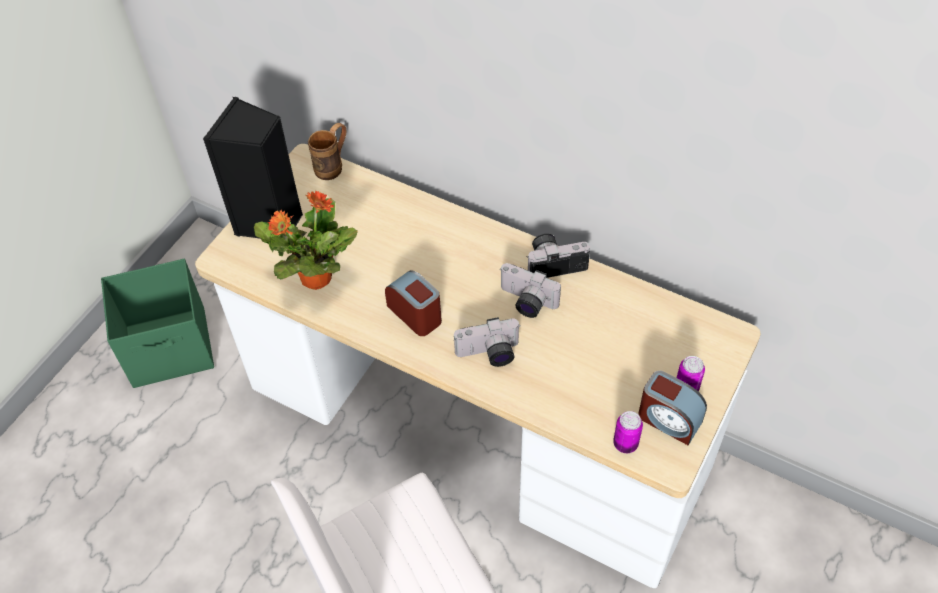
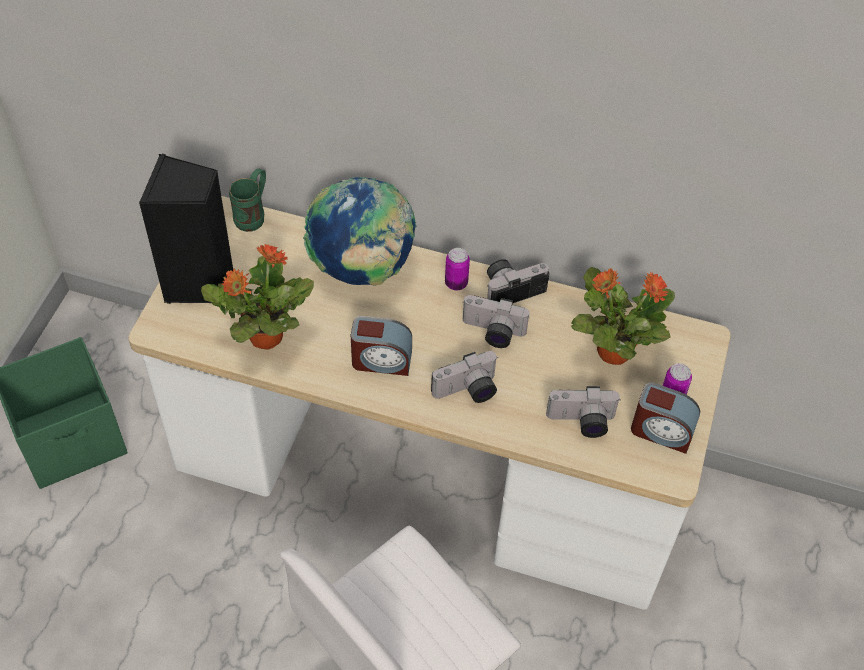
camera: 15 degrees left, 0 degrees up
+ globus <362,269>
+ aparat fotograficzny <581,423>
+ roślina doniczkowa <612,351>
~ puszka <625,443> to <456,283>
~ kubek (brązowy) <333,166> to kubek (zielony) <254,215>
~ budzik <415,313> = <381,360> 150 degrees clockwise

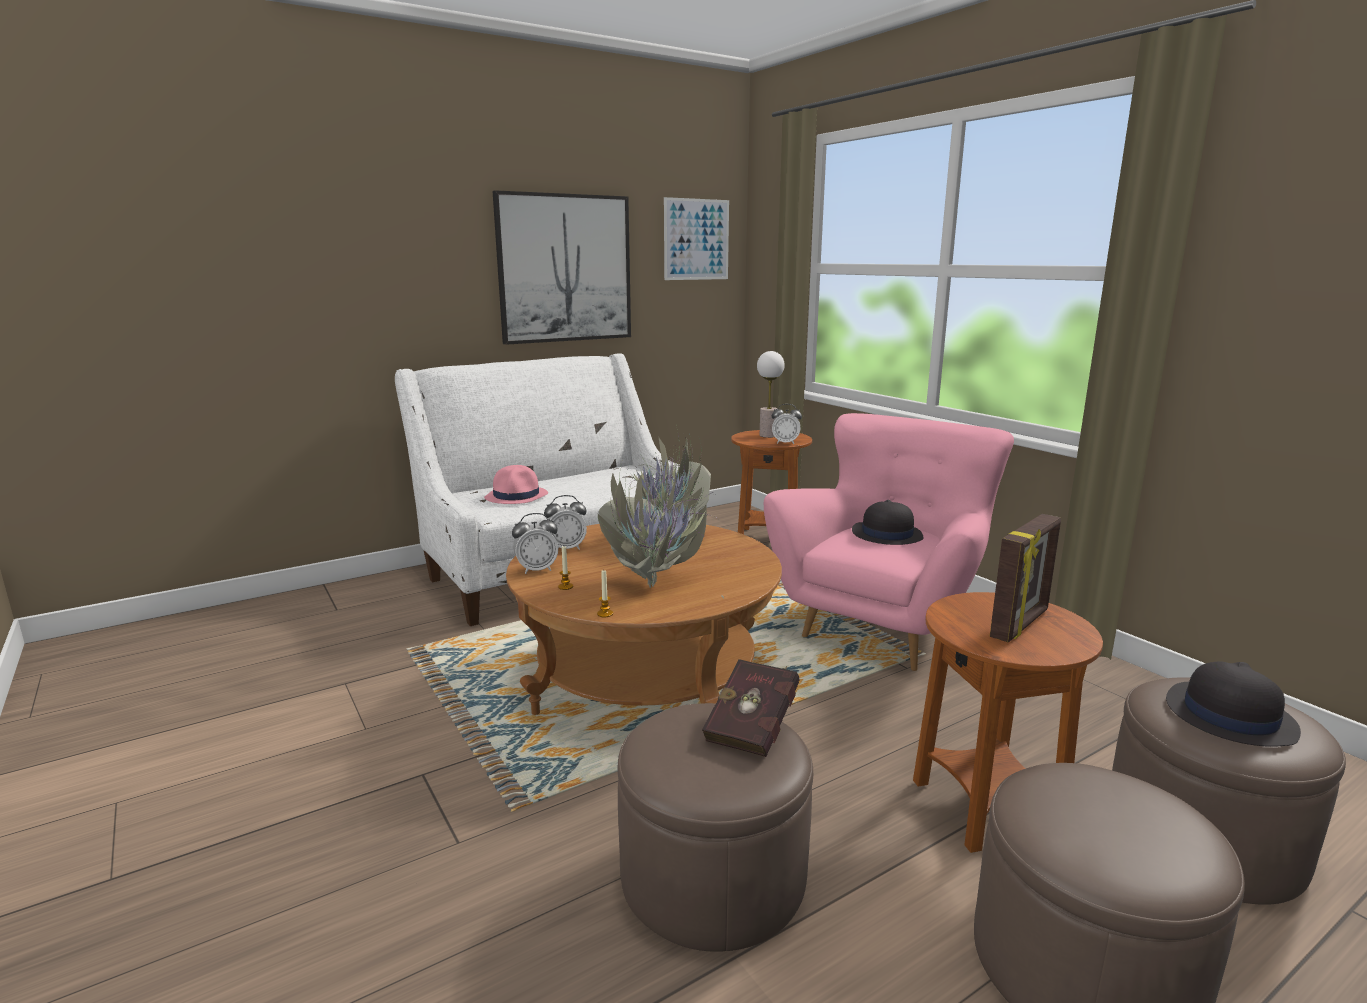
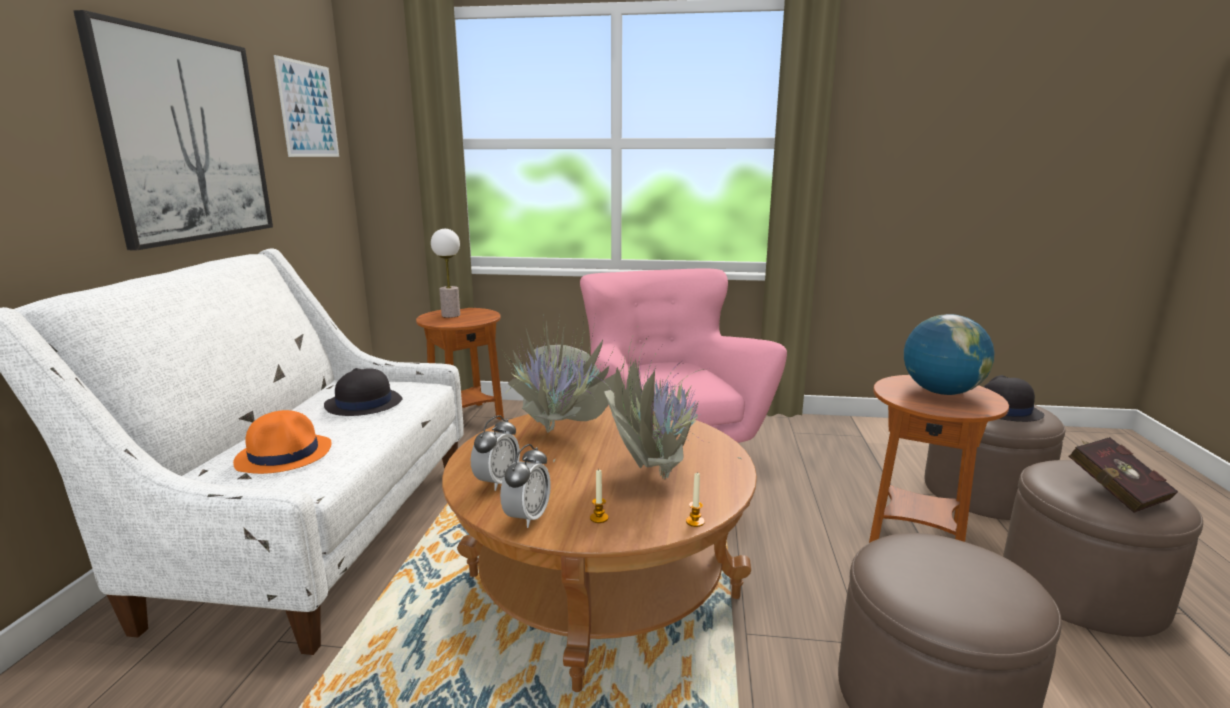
camera: 50 degrees left, 0 degrees up
- budzik <785,443>
~ książka (czerwony) <754,727> to <1113,490>
~ kapelusz (czarny) <886,534> to <363,404>
~ ramka na zdjęcie <1021,625> to globus <941,392>
~ kapelusz (różowy) <517,496> to kapelusz (pomarańczowy) <285,454>

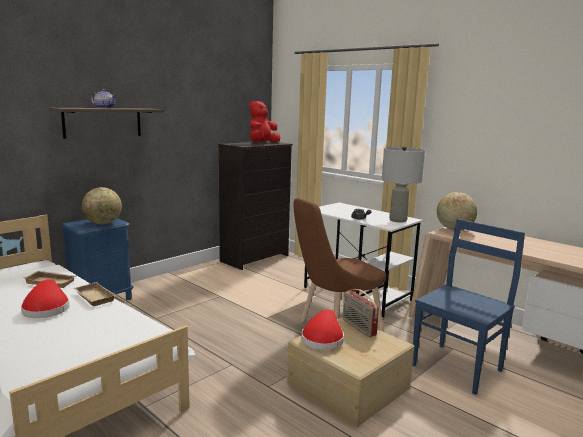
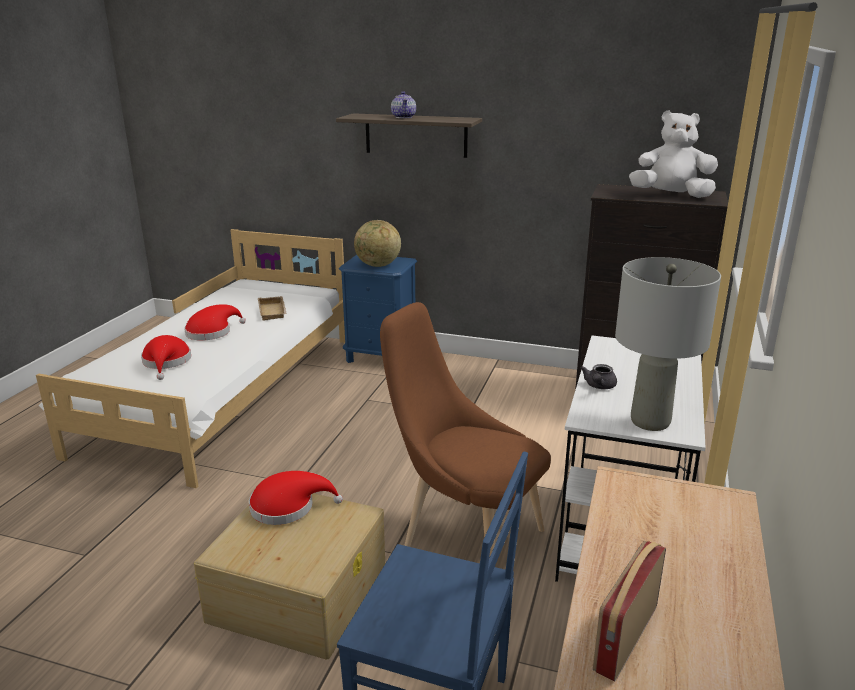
camera: 65 degrees right, 10 degrees up
- taca (beżowy) <93,297>
- globus <454,229>
+ kapelusz (czerwony) <166,362>
~ radio <358,327> to <624,638>
~ pluszak (czerwony) <262,143> to pluszak (biały) <671,195>

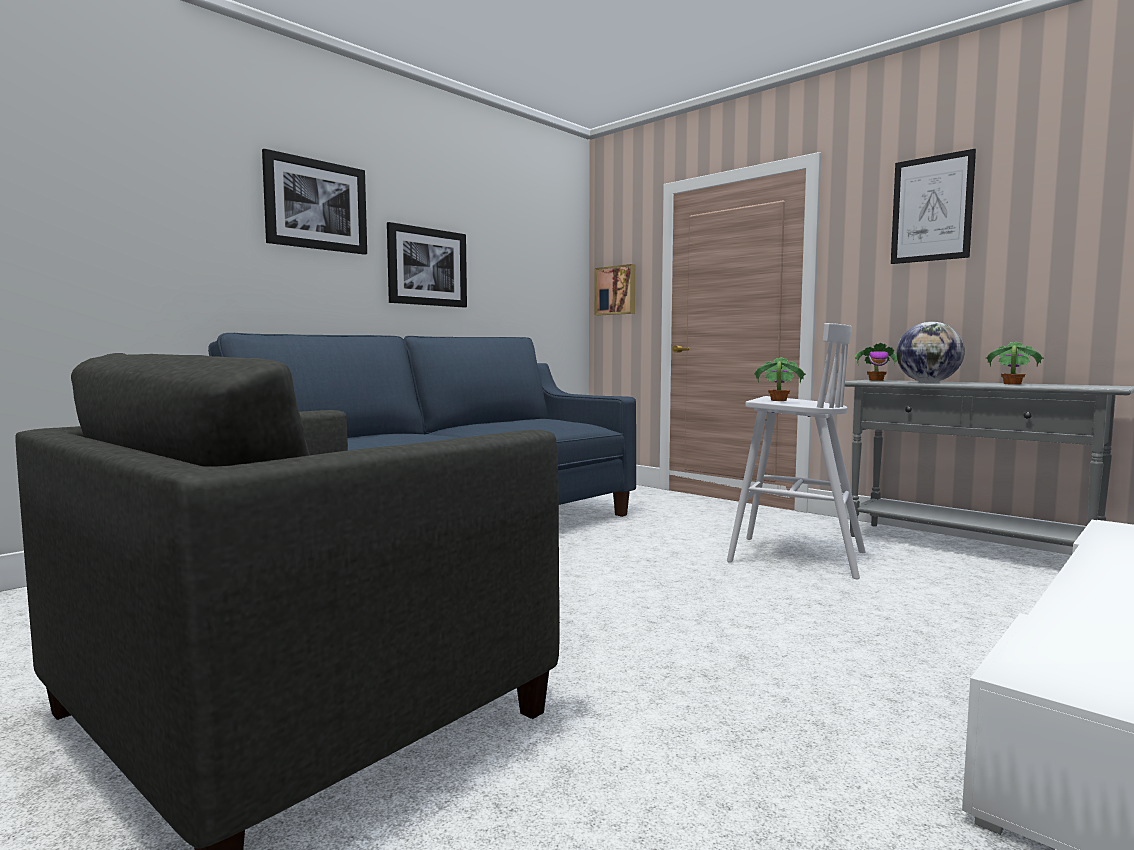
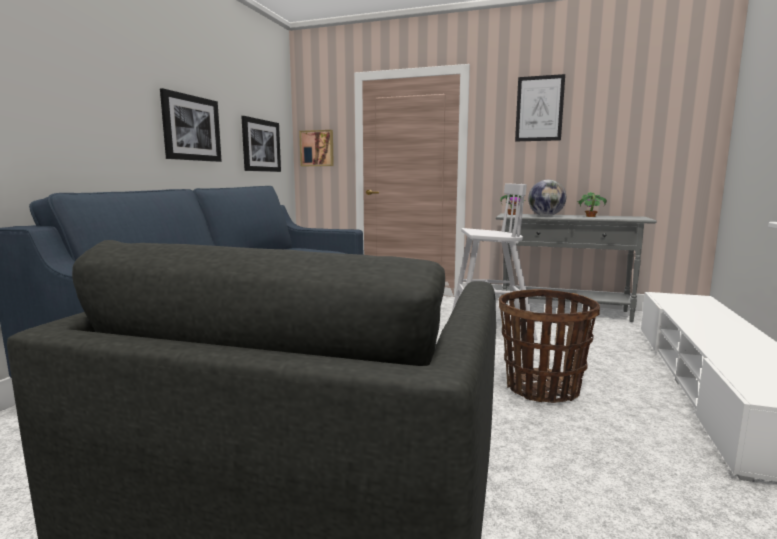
camera: 25 degrees left, 5 degrees up
- roślina doniczkowa <778,400>
+ koszyk <542,388>
~ obraz <316,205> to <261,145>

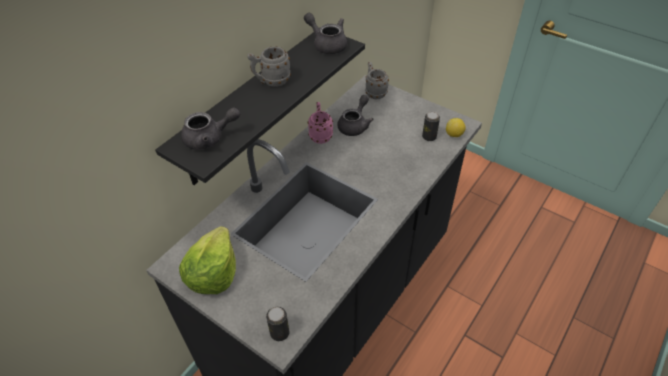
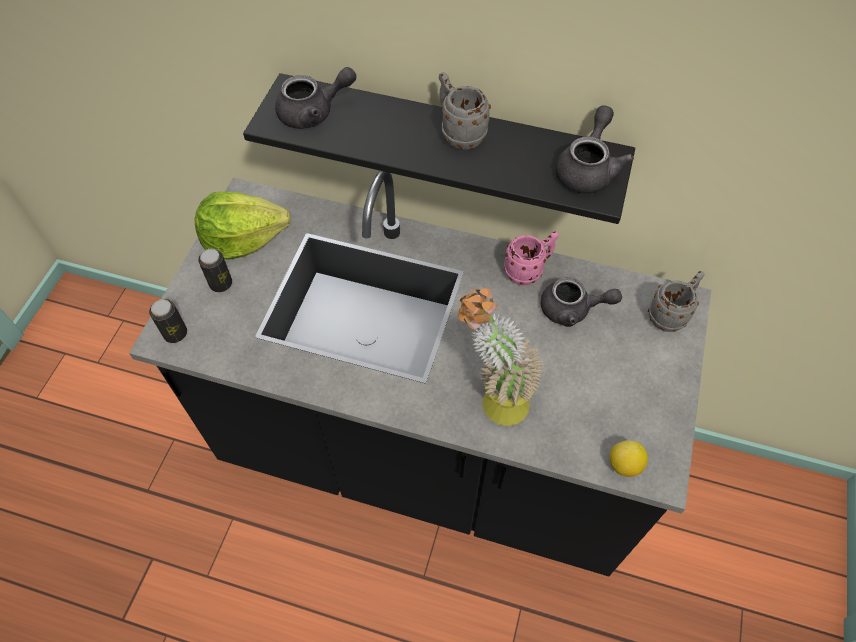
camera: 70 degrees right, 10 degrees up
+ roślina doniczkowa <493,400>
~ puszka <429,137> to <221,283>
~ imbryk (szary) <210,138> = <314,113> 75 degrees counterclockwise

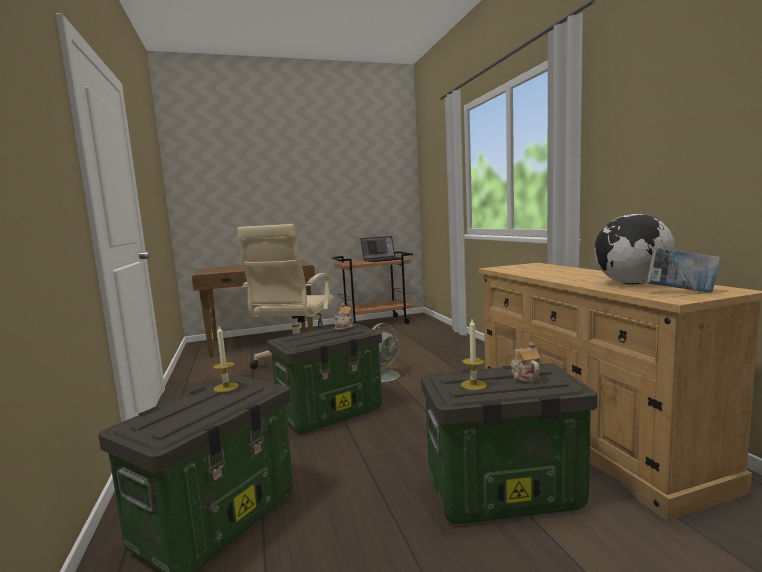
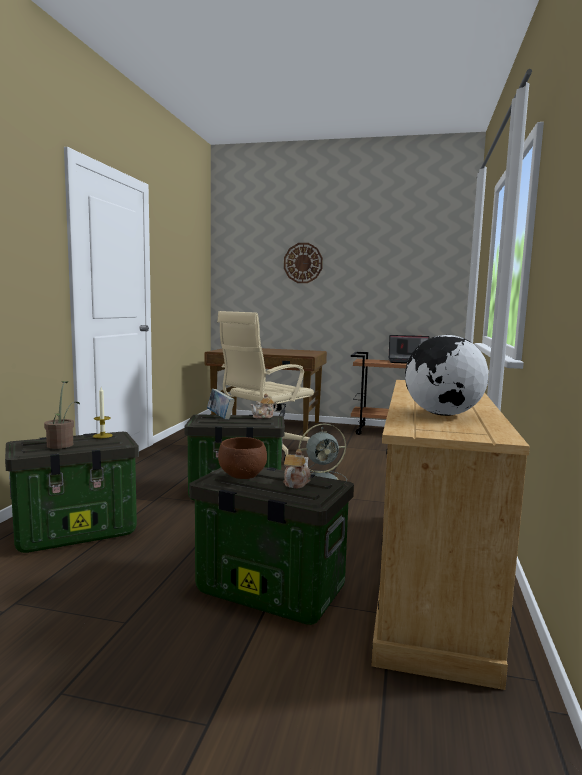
camera: 30 degrees right, 0 degrees up
+ roślina doniczkowa <62,444>
+ zegar ścienny <303,263>
~ książka <681,292> to <220,417>
~ świeca <473,385> to miska (brązowy) <243,477>

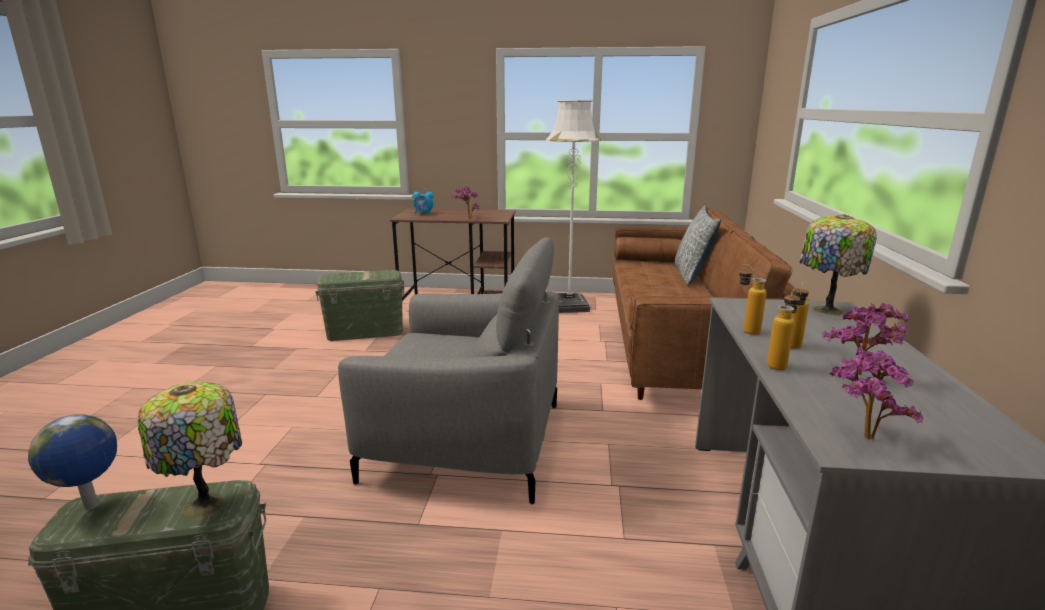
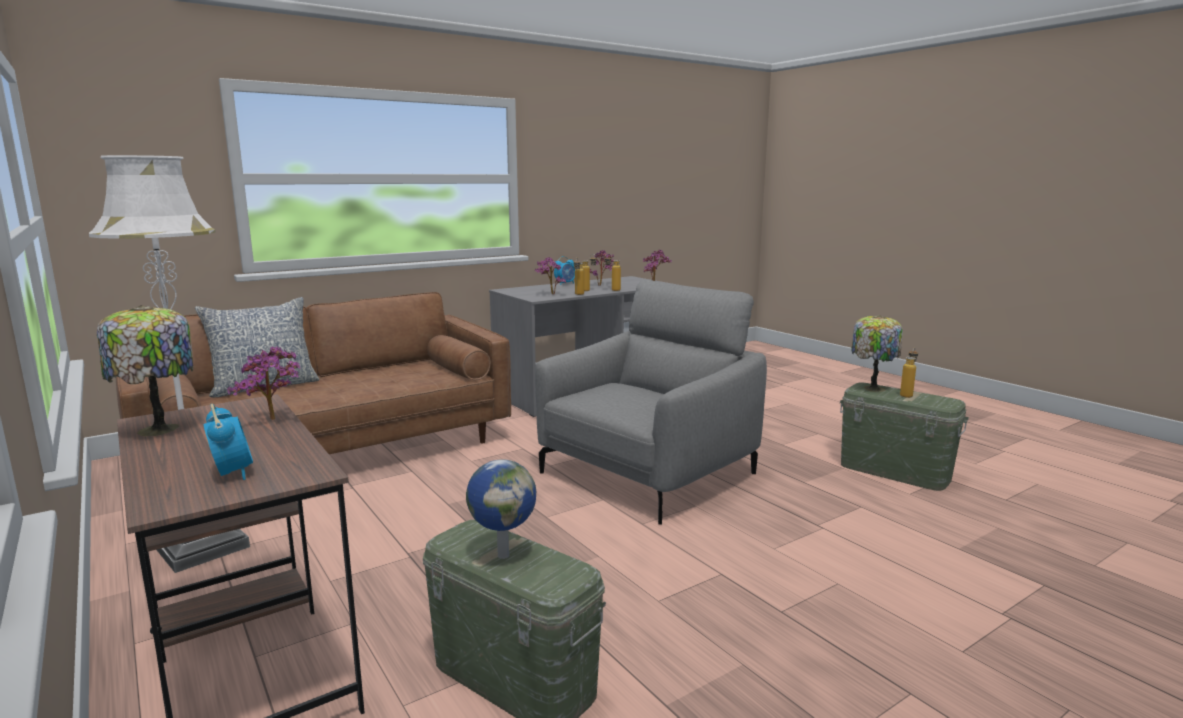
camera: 130 degrees left, 5 degrees down
+ roślina doniczkowa <550,294>
+ budzik <565,283>
+ butelka <907,395>
~ globus <92,506> to <503,554>
~ lampa stołowa <825,310> to <158,430>
~ fotel (szary) <464,441> = <647,473> 75 degrees clockwise

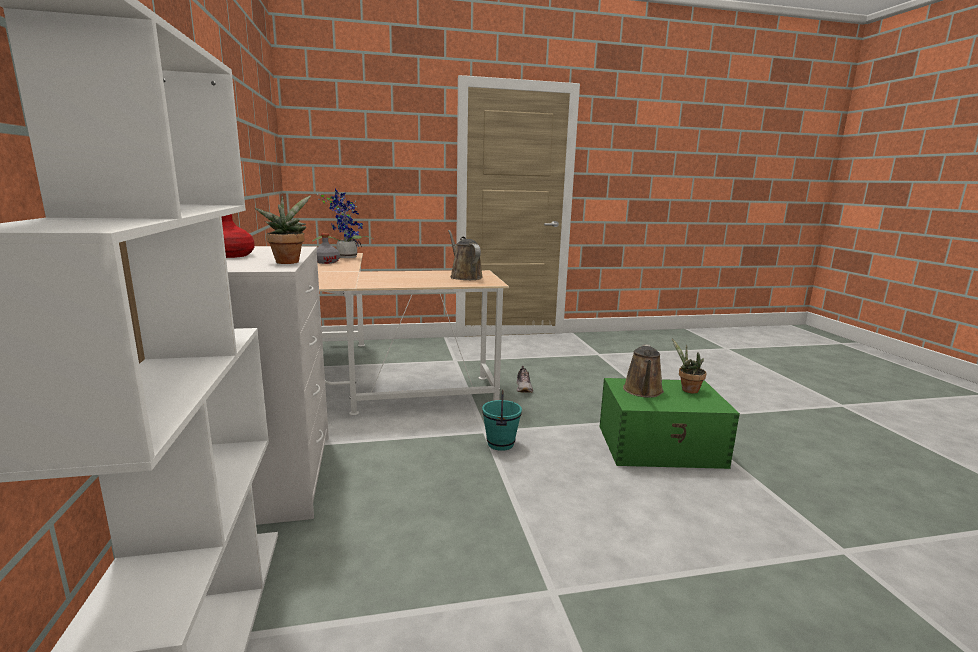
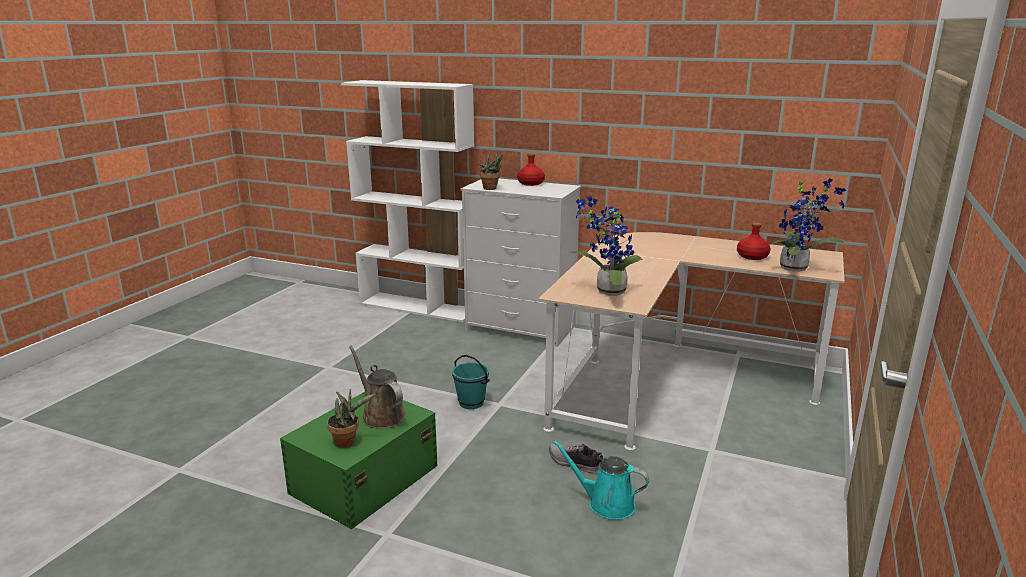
camera: 125 degrees right, 5 degrees up
+ konewka (turkusowy) <606,504>
~ konewka (brązowy) <464,277> to roślina doniczkowa <607,291>
~ butelka (szary) <326,262> to butelka (czerwony) <752,256>

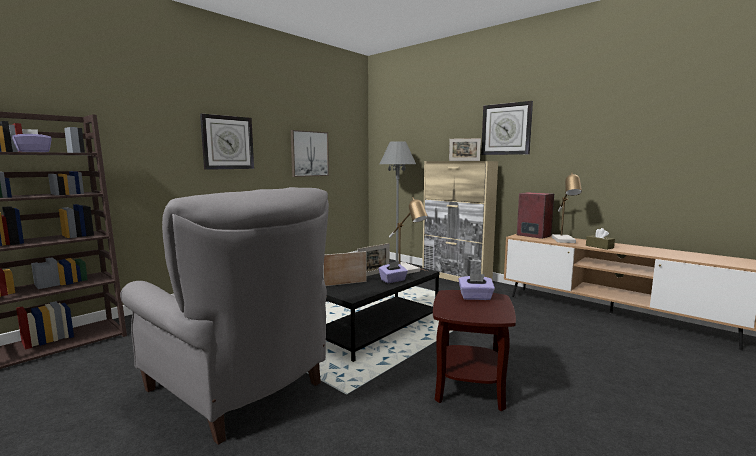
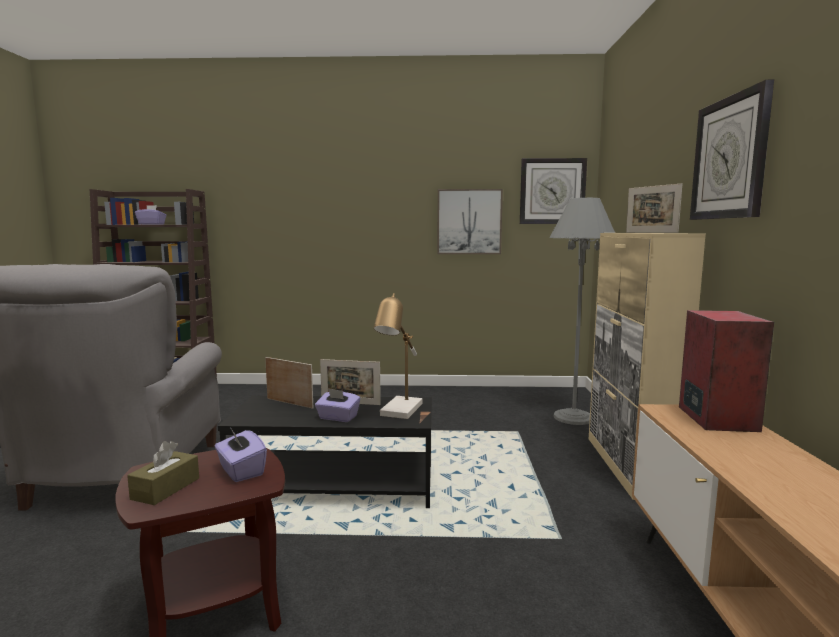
camera: 50 degrees right, 0 degrees up
- lampa stołowa <565,241>
~ zegar ścienny <227,142> to <552,191>
~ pudełko chusteczek (brązowy) <599,247> to <166,488>

